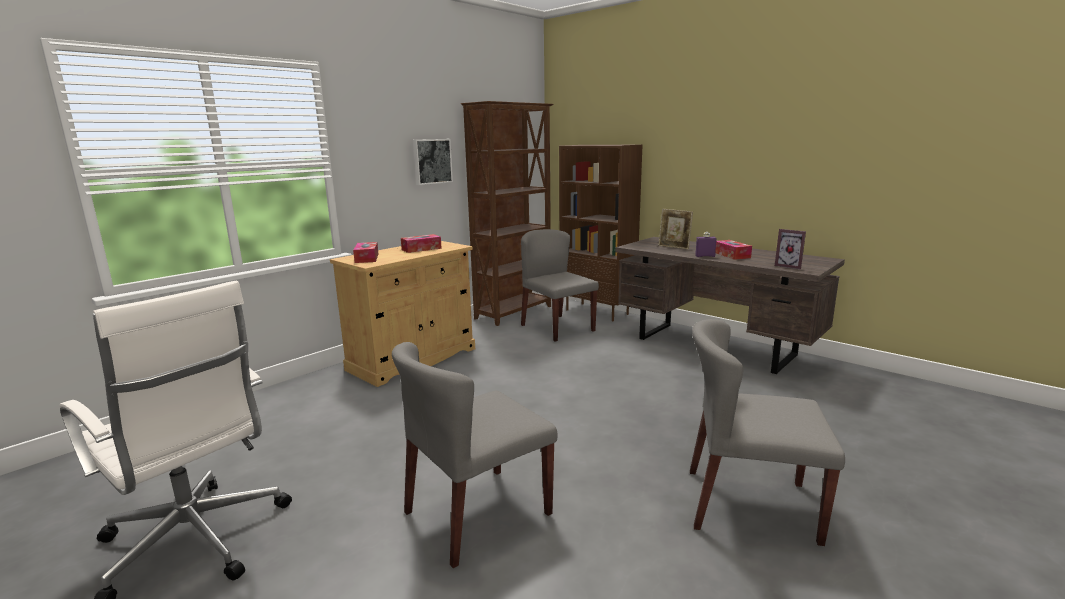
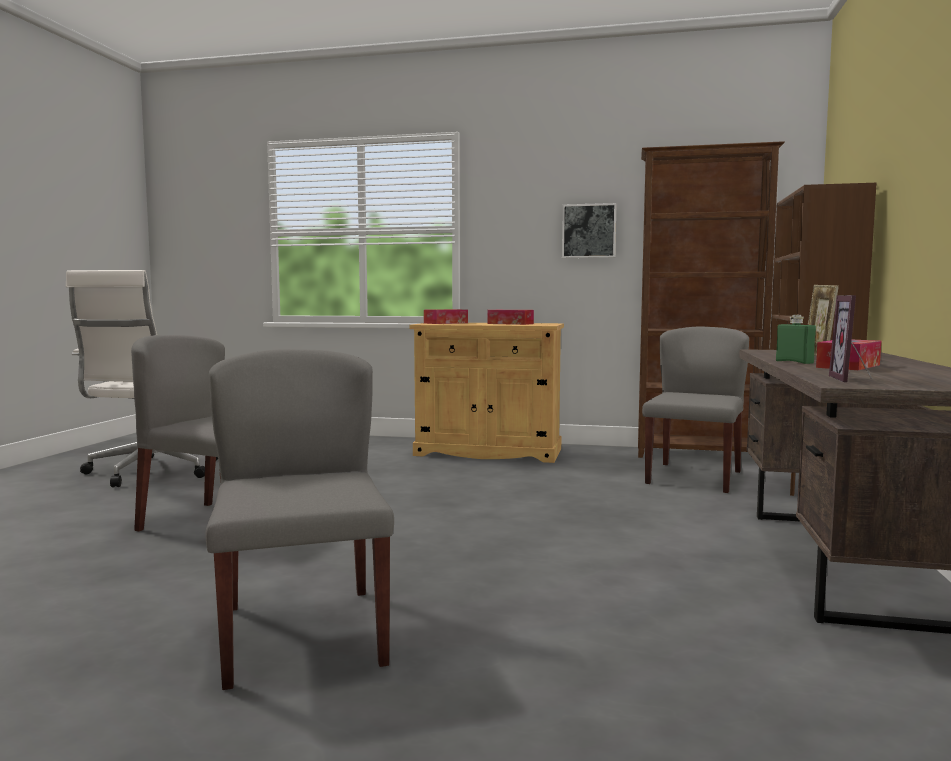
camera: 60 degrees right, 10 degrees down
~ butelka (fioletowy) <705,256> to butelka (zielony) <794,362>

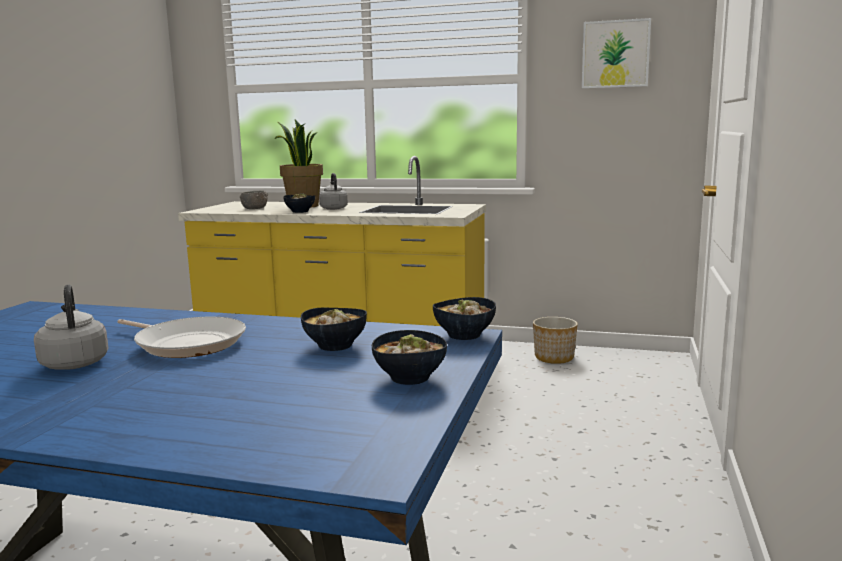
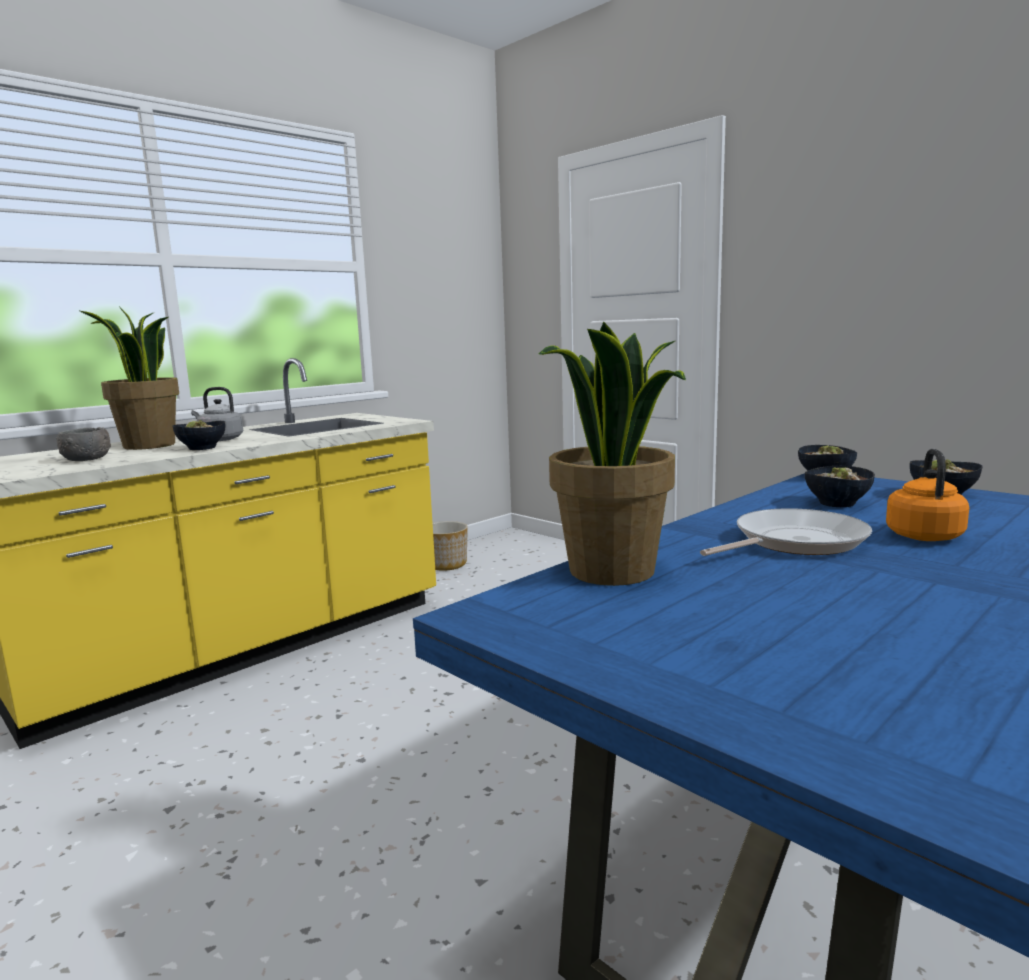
camera: 60 degrees left, 0 degrees up
- czajnik (szary) <75,363>
- obraz <615,54>
+ roślina doniczkowa <613,571>
+ czajnik (pomarańczowy) <923,535>

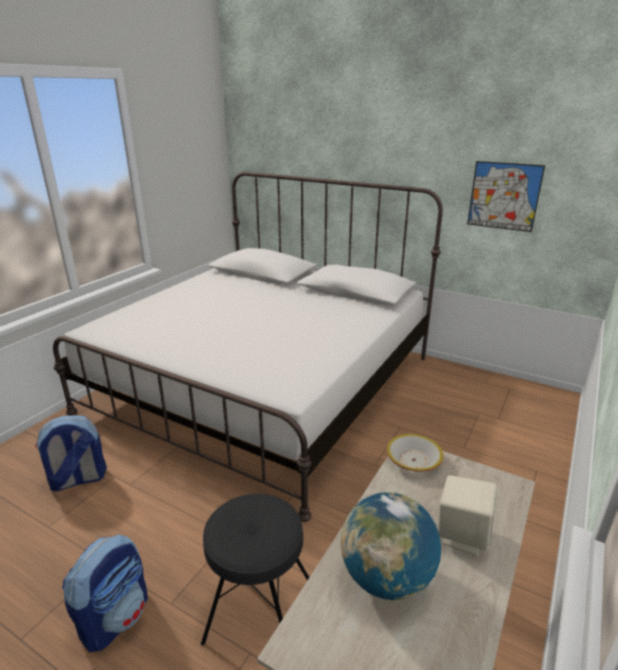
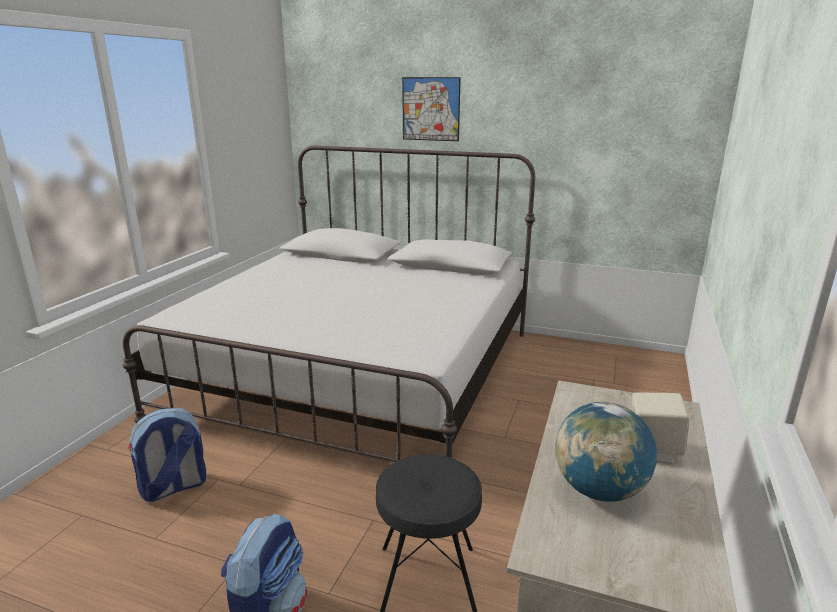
camera: 10 degrees left, 5 degrees down
- miska <413,460>
~ obraz <504,196> to <431,109>

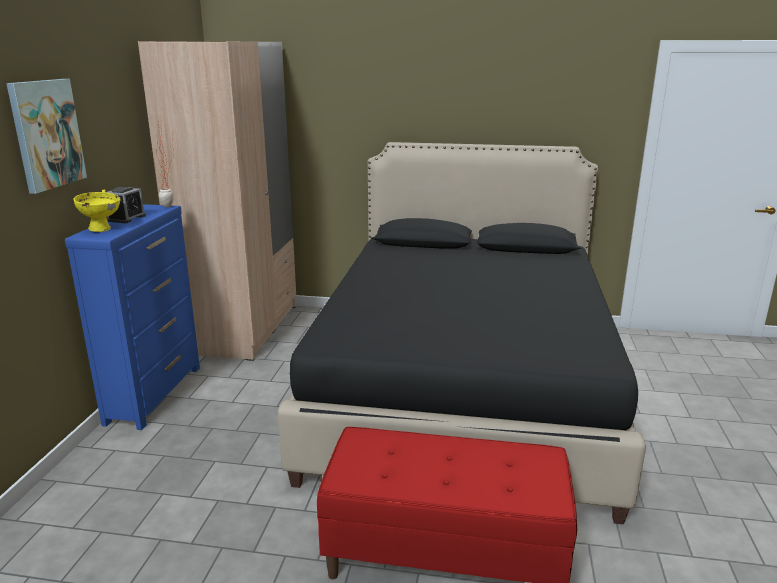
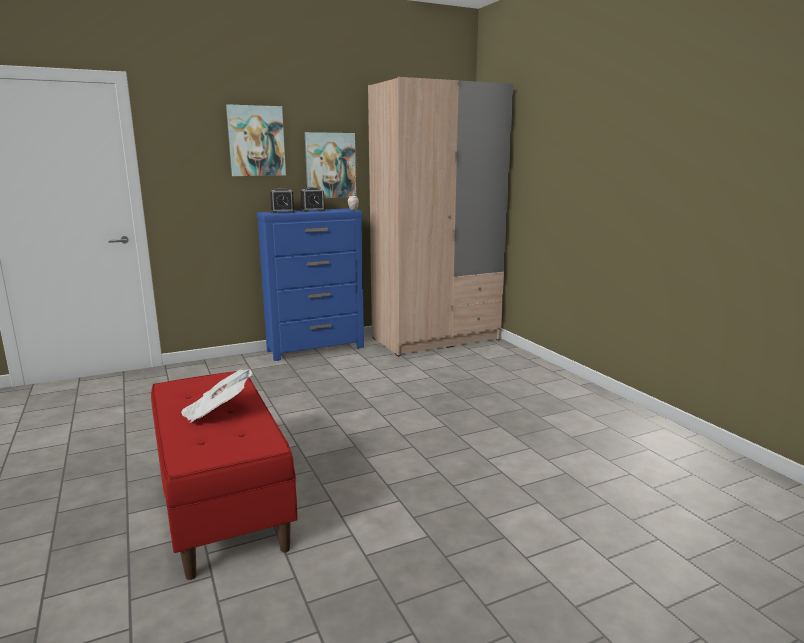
camera: 55 degrees right, 5 degrees down
- łóżko (czarny) <463,389>
+ gazeta <217,412>
+ obraz <330,165>
~ miska (żółty) <102,229> to budzik <282,212>

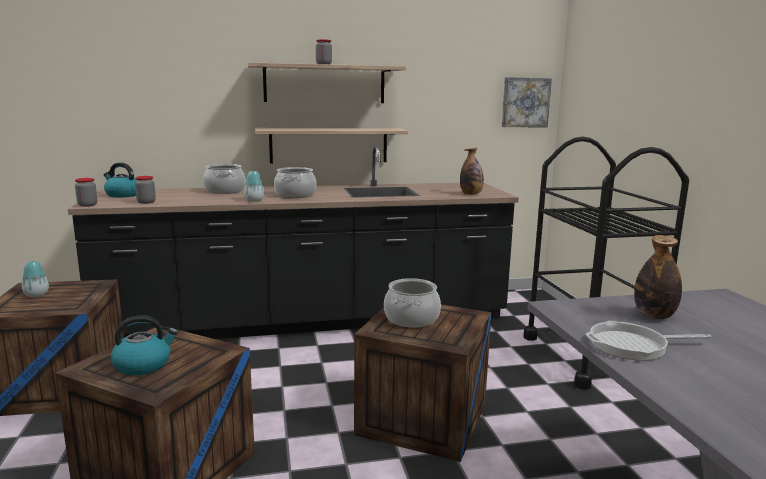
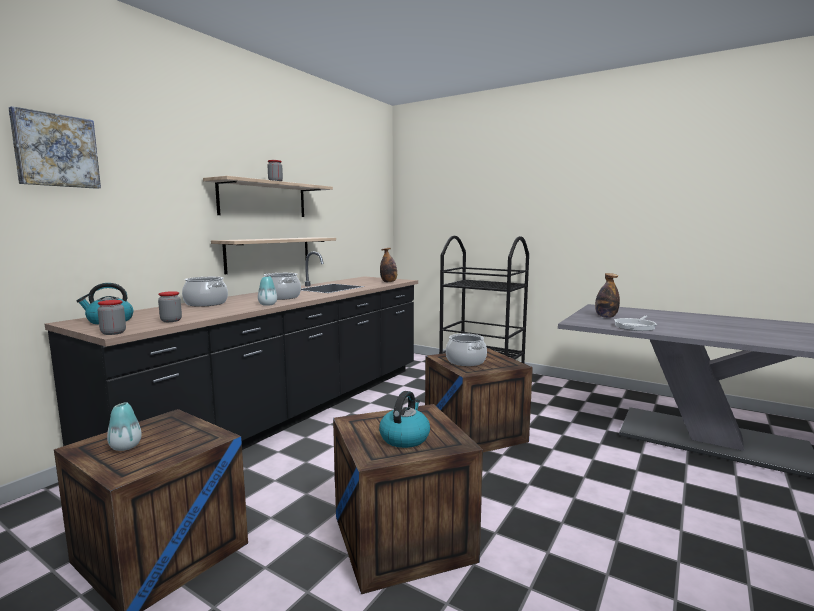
camera: 45 degrees left, 5 degrees down
~ obraz <525,102> to <56,151>

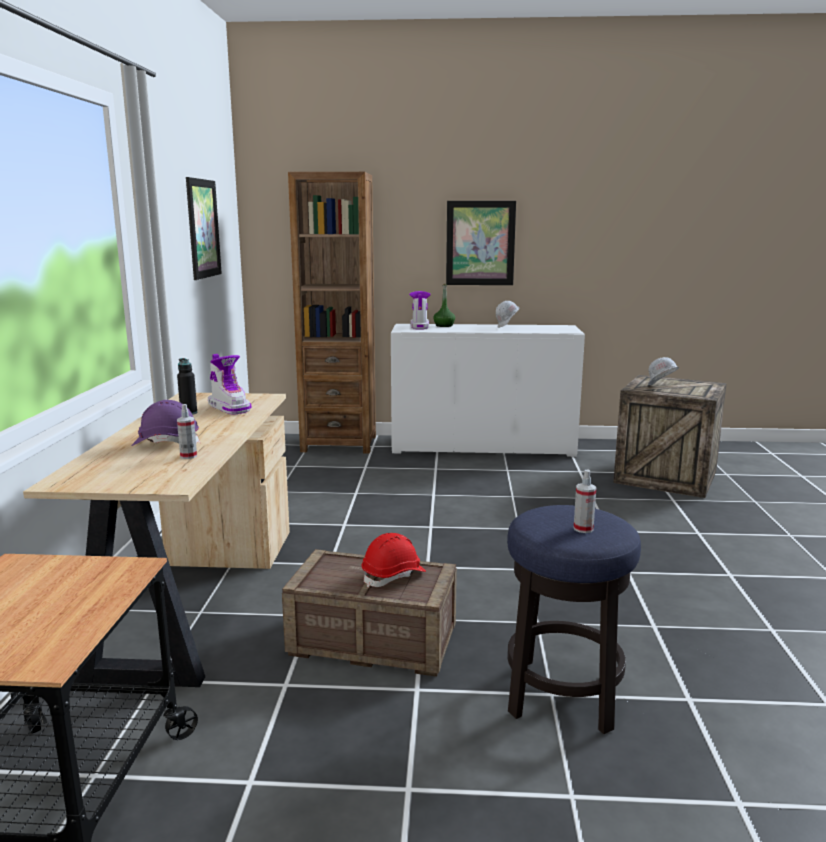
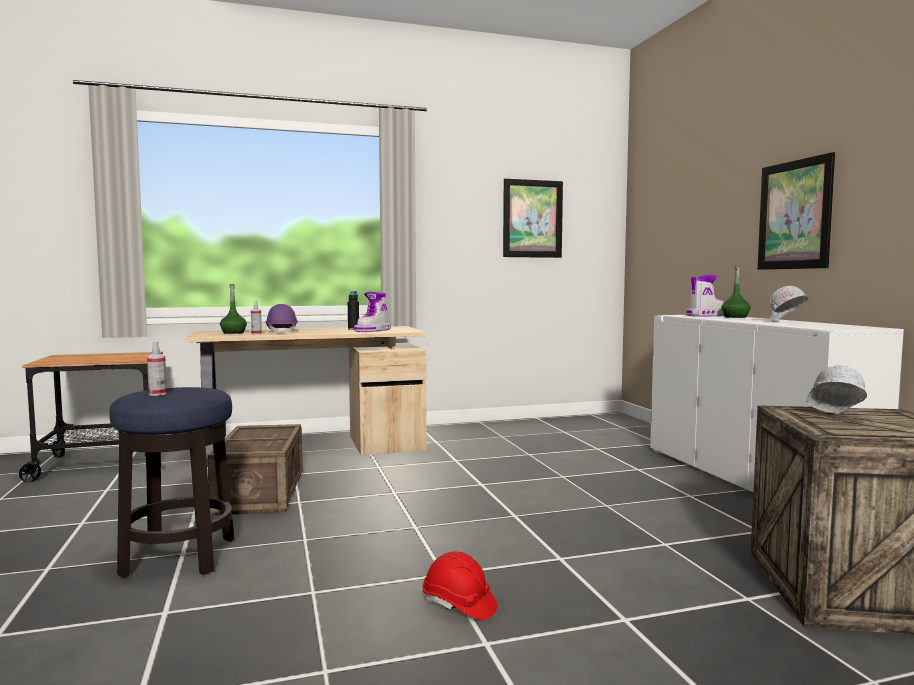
camera: 70 degrees right, 10 degrees down
- regał (brązowy) <339,444>
+ butelka (zielony) <233,332>
~ kask (czerwony) <394,576> to <459,605>

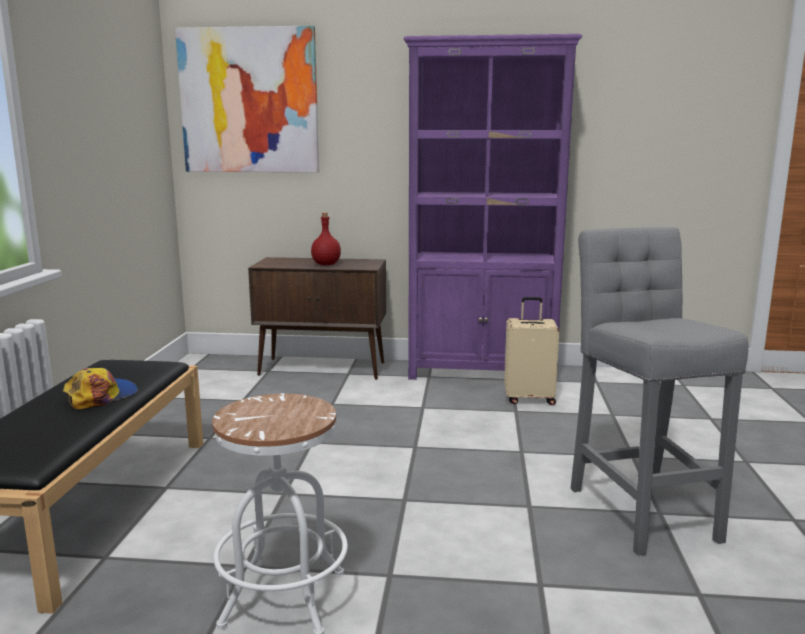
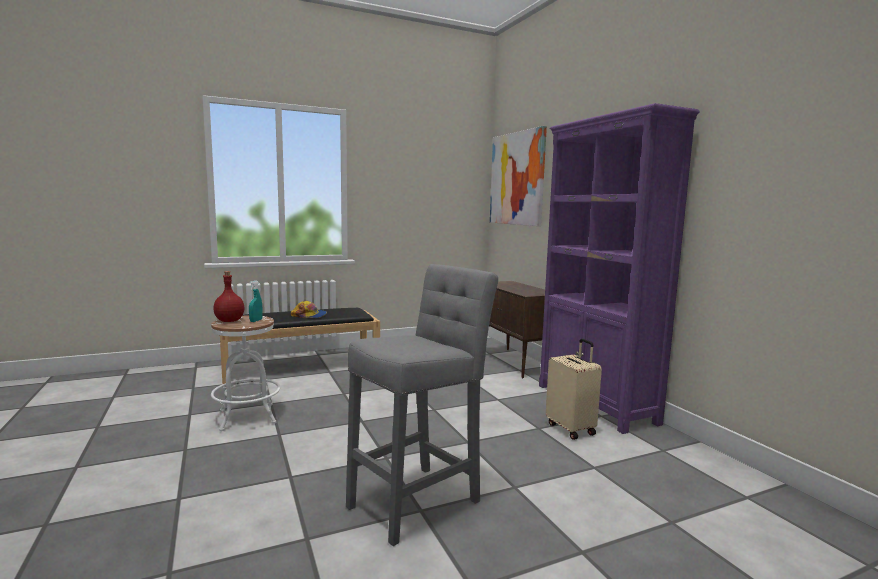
camera: 60 degrees right, 5 degrees down
+ spryskiwacz (turkusowy) <256,321>
~ butelka (czerwony) <325,264> to <229,321>

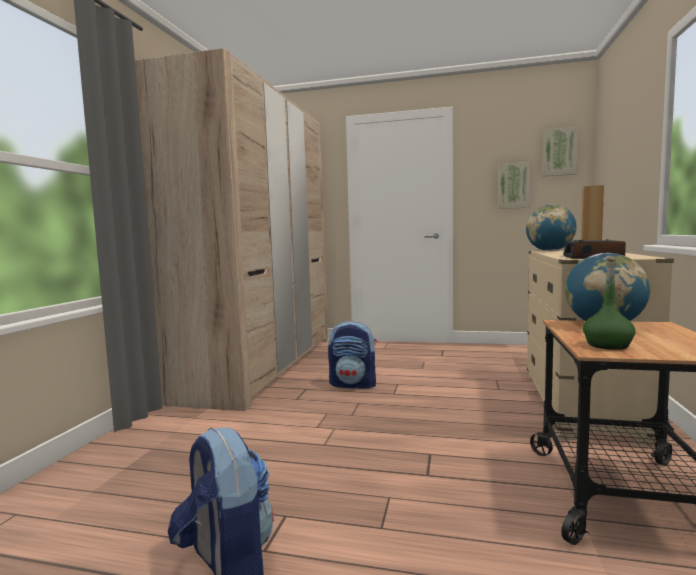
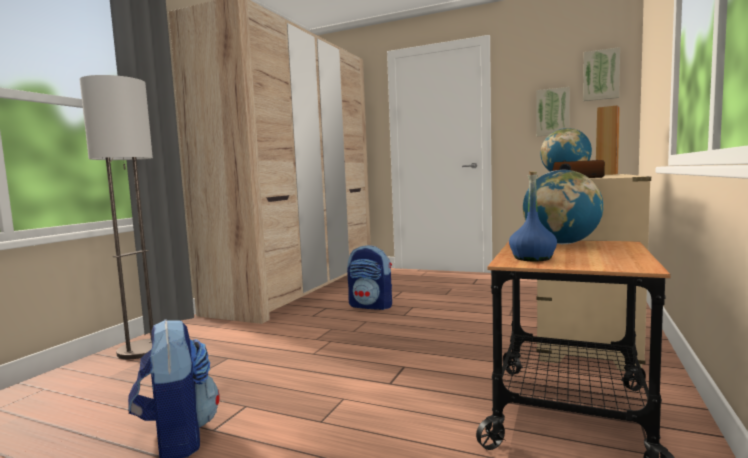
camera: 10 degrees right, 0 degrees up
+ lampa stojąca <141,350>
~ butelka (zielony) <608,345> to butelka (niebieski) <532,258>

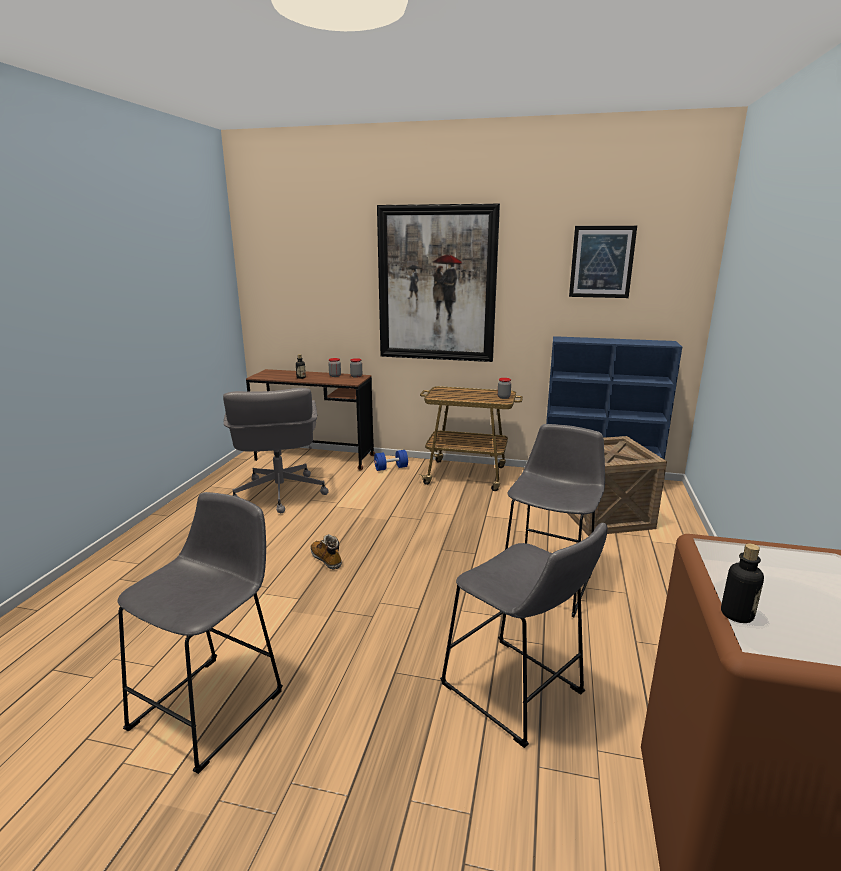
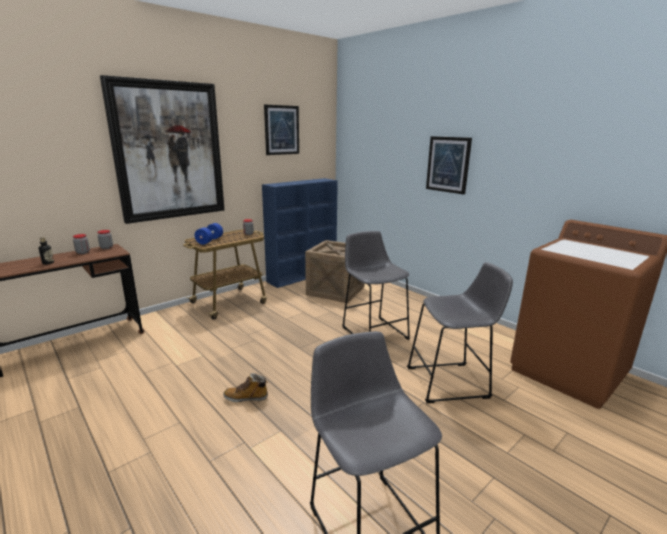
camera: 55 degrees left, 0 degrees up
- krzesło biurowe (szary) <279,494>
- butelka <737,614>
+ obraz <448,164>
~ hantel (niebieski) <391,468> to <209,241>

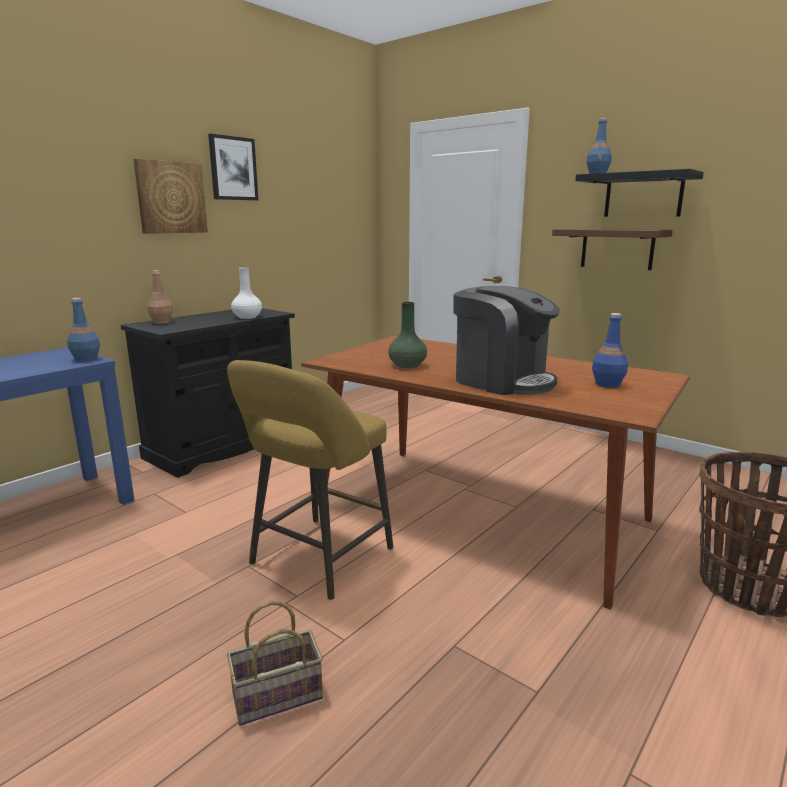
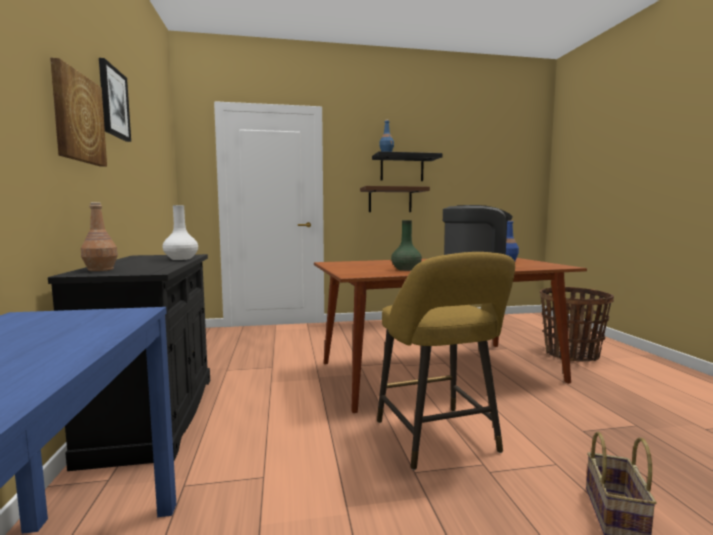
camera: 50 degrees left, 10 degrees down
- butelka (niebieski) <86,359>

